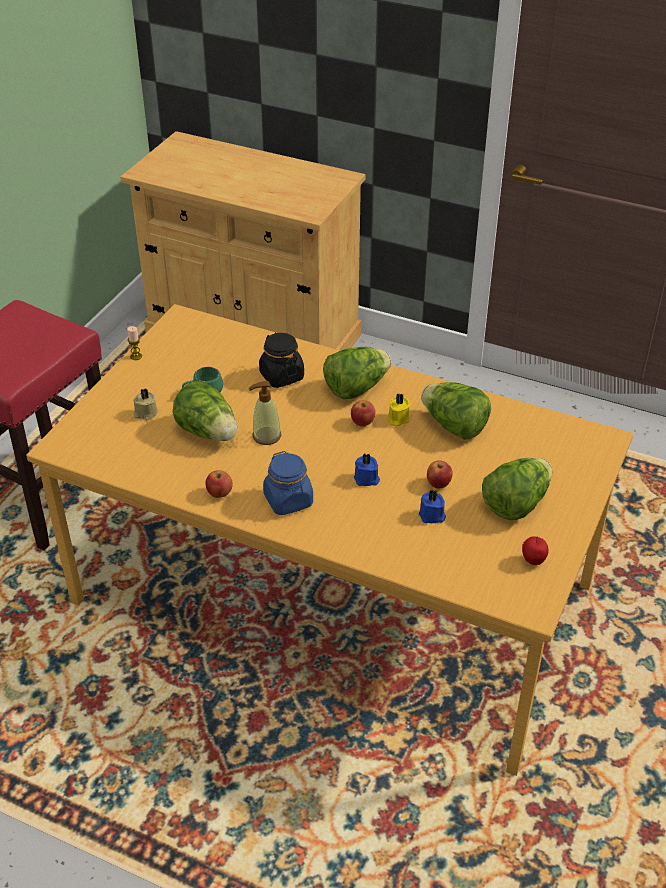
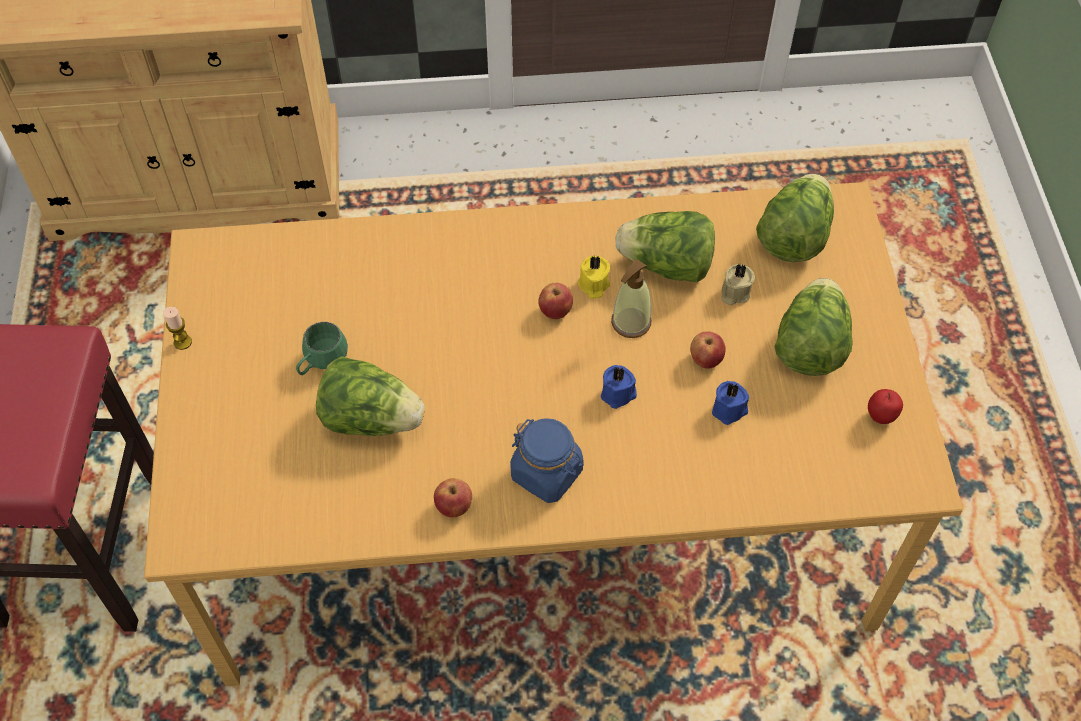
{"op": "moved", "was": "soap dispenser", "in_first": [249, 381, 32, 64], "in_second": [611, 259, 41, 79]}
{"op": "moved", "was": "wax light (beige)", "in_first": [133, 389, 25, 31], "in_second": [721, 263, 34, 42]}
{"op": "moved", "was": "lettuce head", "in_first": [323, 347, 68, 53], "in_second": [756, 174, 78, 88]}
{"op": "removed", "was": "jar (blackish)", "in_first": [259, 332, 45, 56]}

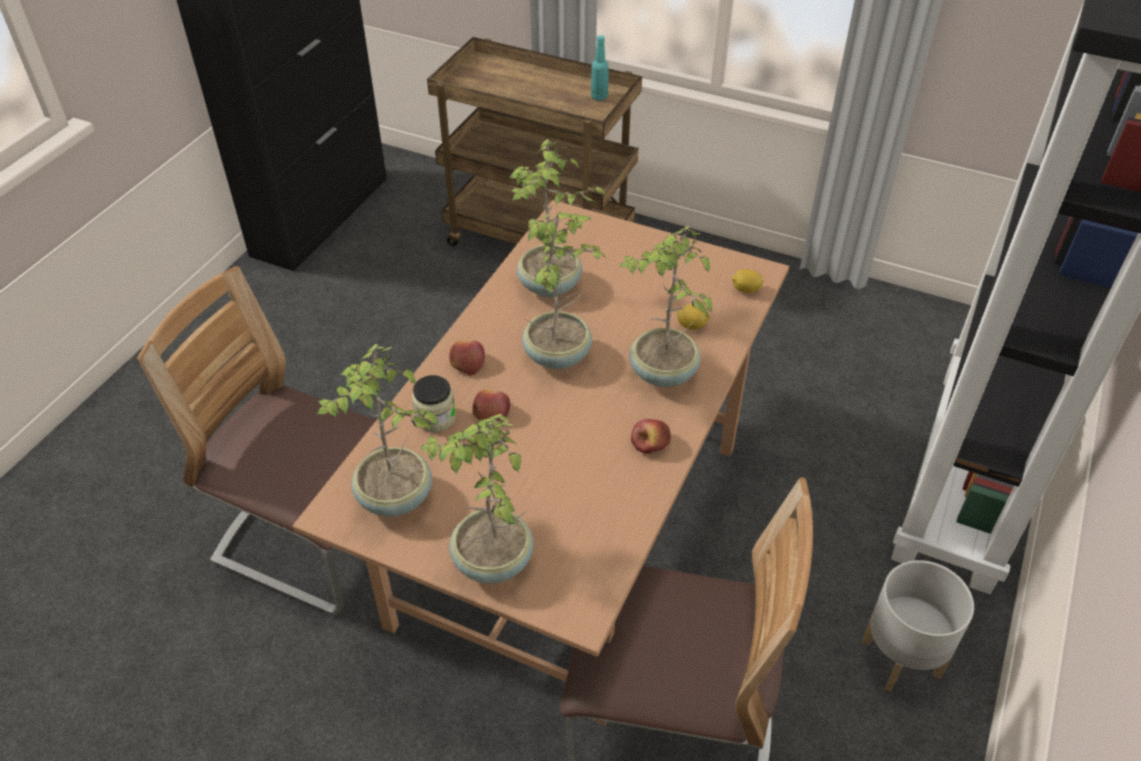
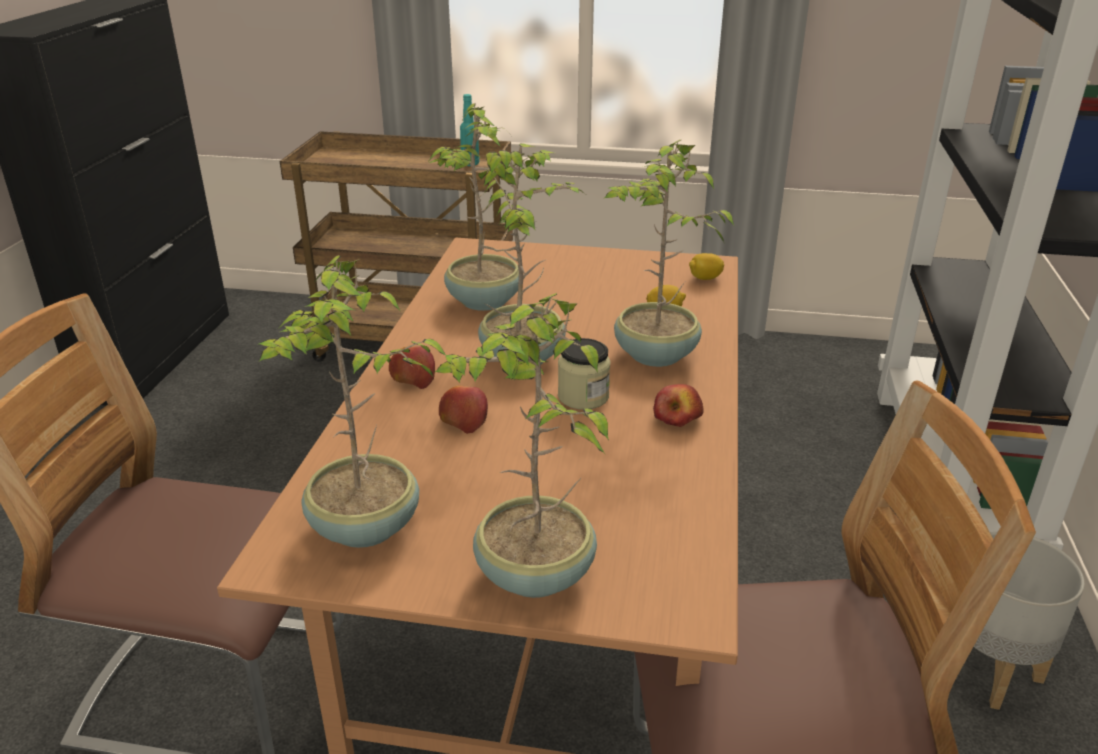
{"op": "moved", "was": "jar", "in_first": [412, 375, 44, 57], "in_second": [558, 338, 53, 72]}

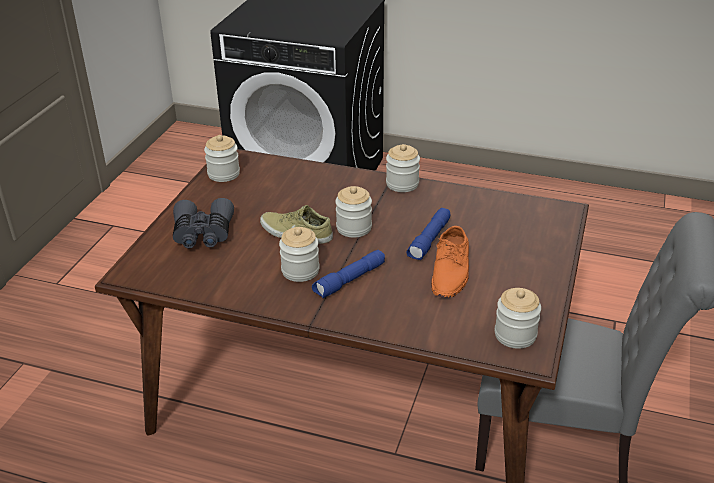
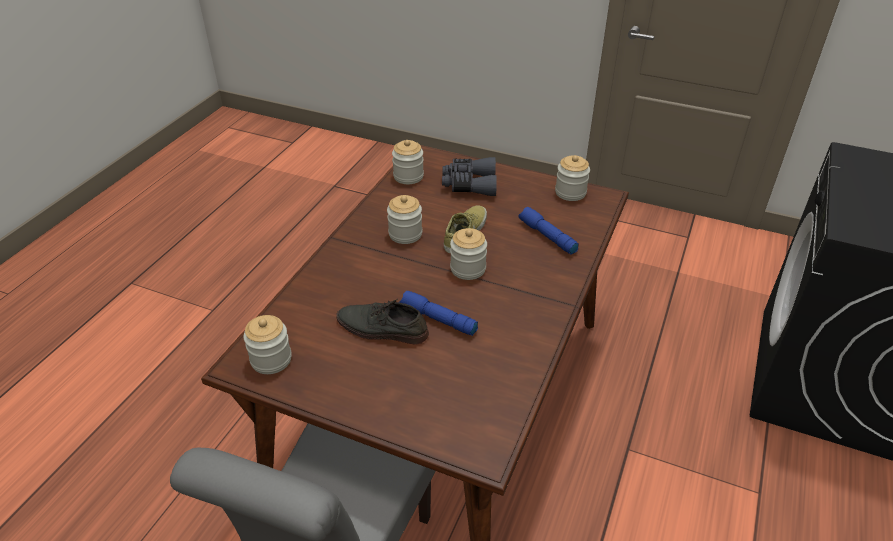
{"op": "recoloured", "was": "item of footwear (orangey)", "now": "item of footwear (grey)", "in_first": [431, 226, 38, 72], "in_second": [337, 299, 92, 45]}
{"op": "moved", "was": "jar", "in_first": [386, 144, 34, 48], "in_second": [392, 140, 32, 44]}
{"op": "moved", "was": "torch (blue-coloured)", "in_first": [312, 250, 73, 48], "in_second": [519, 207, 60, 48]}

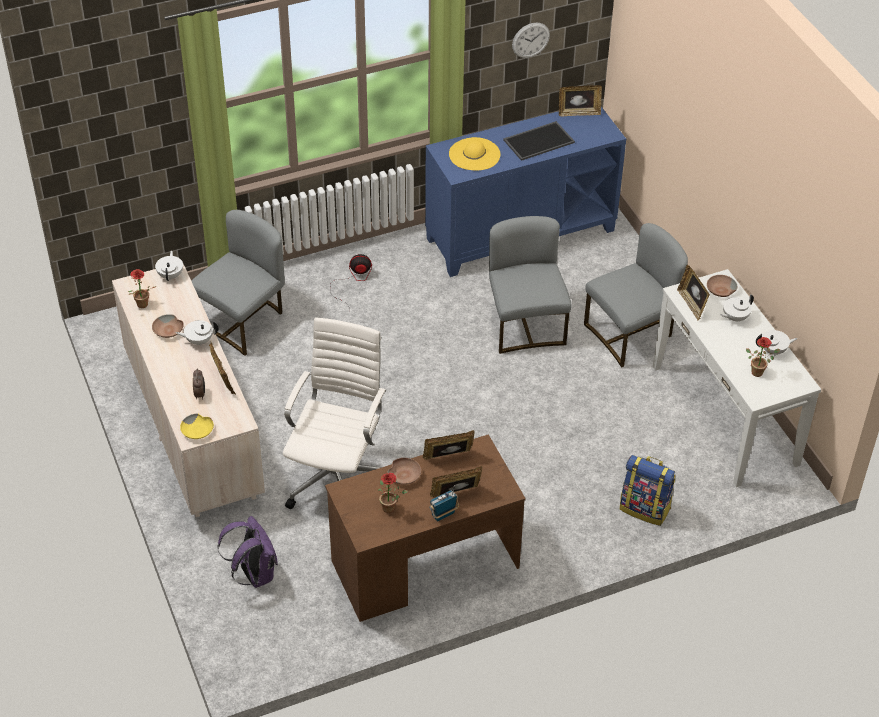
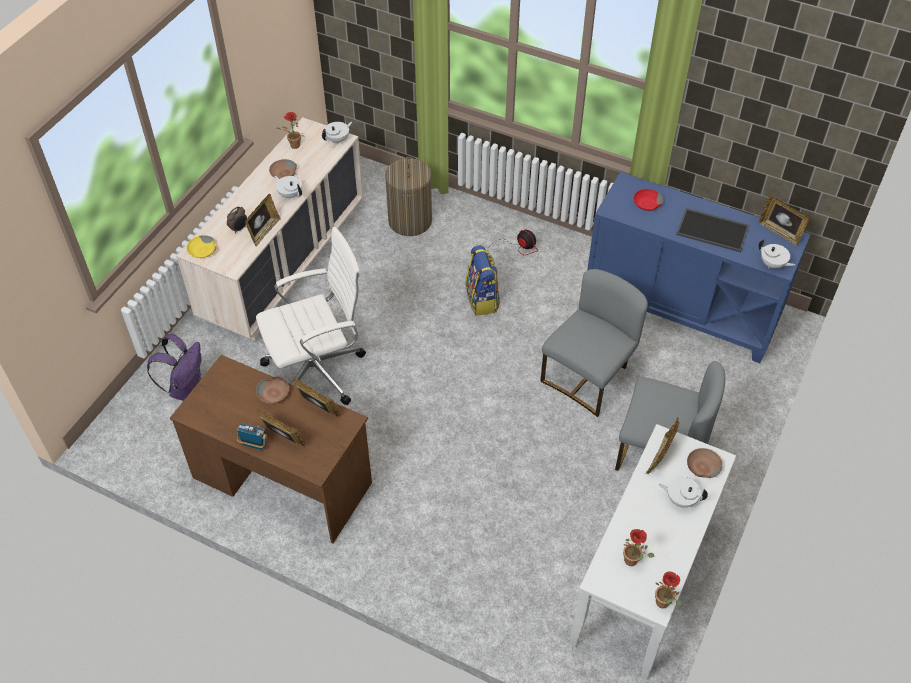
{"op": "replaced", "was": "chair (grey)", "now": "laundry basket", "in_first": [191, 210, 94, 146], "in_second": [385, 157, 47, 79]}
{"op": "moved", "was": "rucksack", "in_first": [620, 455, 56, 71], "in_second": [465, 245, 35, 71]}
{"op": "replaced", "was": "hat (yellow)", "now": "serving bowl (red)", "in_first": [449, 137, 52, 33], "in_second": [633, 189, 30, 22]}
{"op": "moved", "was": "houseplant", "in_first": [378, 473, 30, 40], "in_second": [655, 572, 27, 36]}
{"op": "moved", "was": "pot for tea (whitish)", "in_first": [756, 330, 42, 26], "in_second": [759, 239, 36, 30]}
{"op": "removed", "was": "clock on the wall", "in_first": [512, 22, 38, 36]}

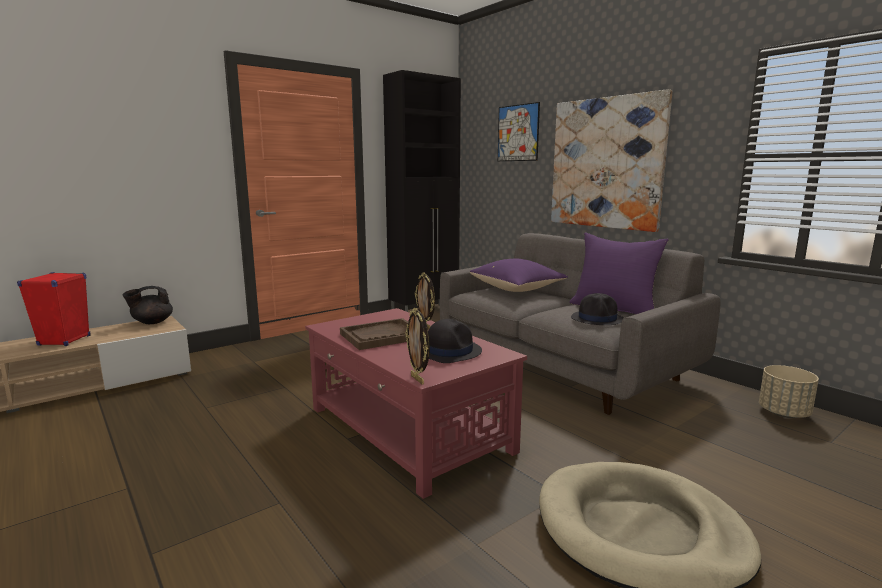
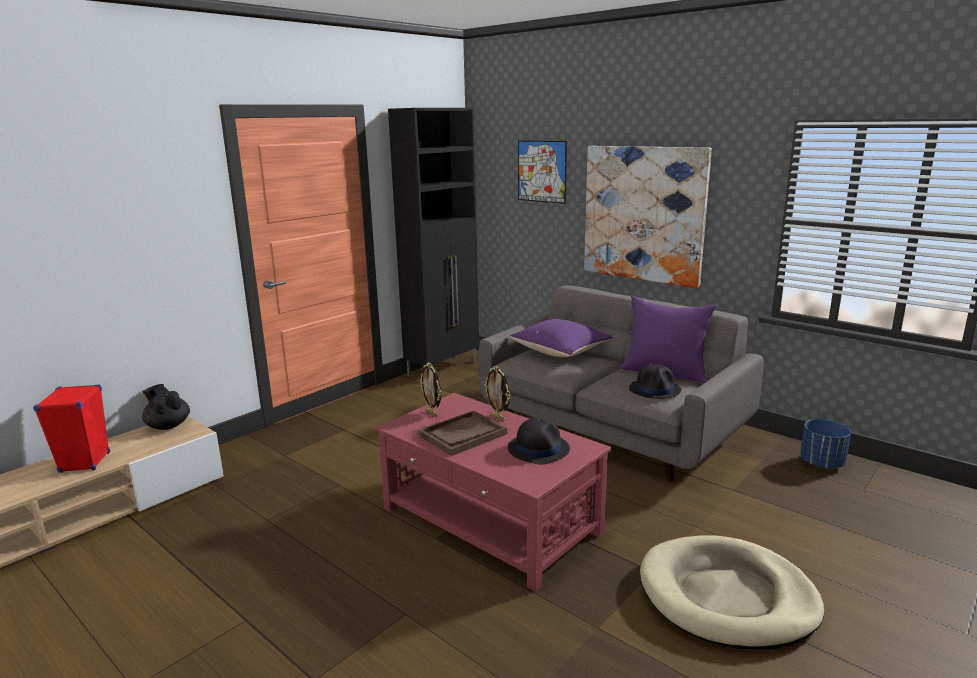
{"op": "turned", "was": "pot for tea (blackish)", "in_first": [123, 286, 50, 38], "in_second": [142, 384, 48, 46], "clockwise": 90}
{"op": "moved", "was": "photo frame", "in_first": [405, 308, 25, 77], "in_second": [420, 363, 22, 54]}
{"op": "recoloured", "was": "planter (beige)", "now": "planter (blue-coloured)", "in_first": [759, 365, 60, 53], "in_second": [800, 419, 51, 49]}

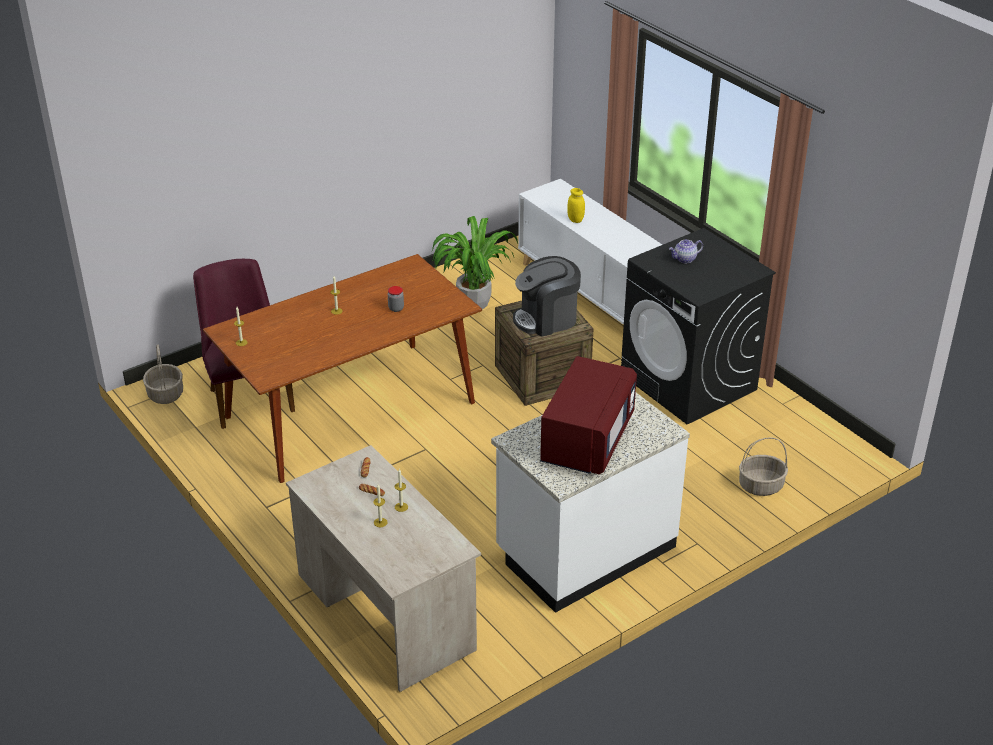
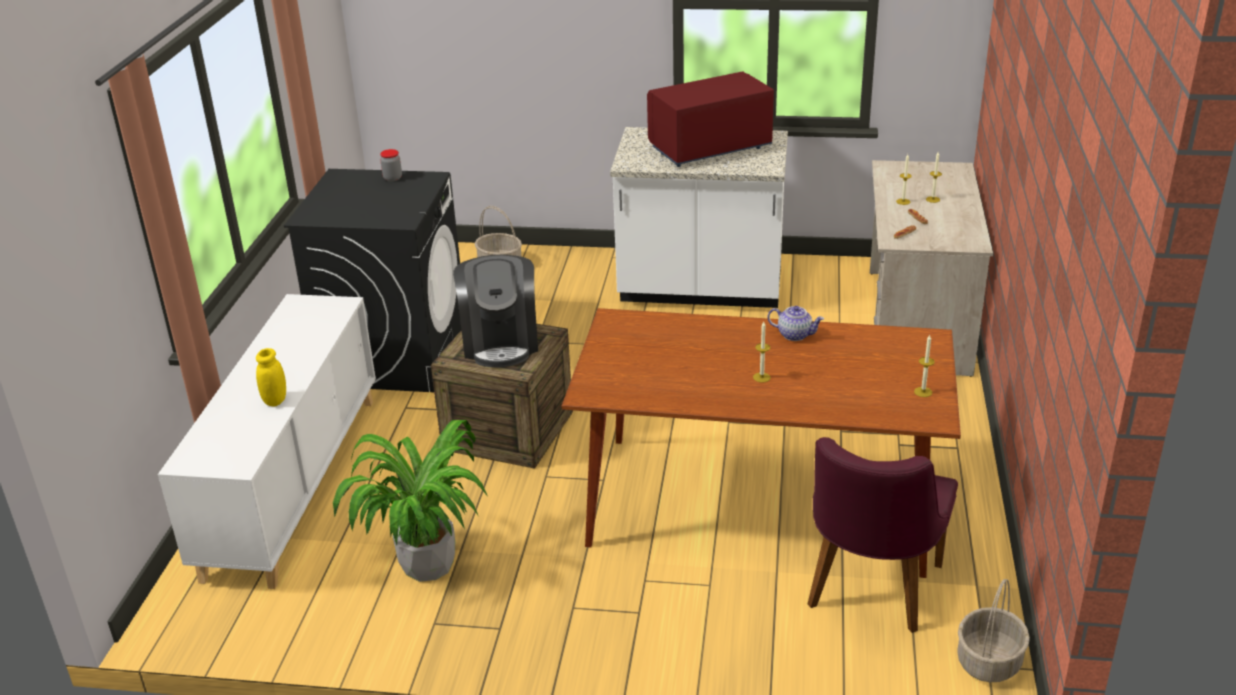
{"op": "moved", "was": "jar", "in_first": [388, 286, 16, 26], "in_second": [380, 149, 22, 33]}
{"op": "turned", "was": "coffee maker", "in_first": [513, 256, 68, 81], "in_second": [453, 255, 85, 112], "clockwise": 60}
{"op": "moved", "was": "pot for tea", "in_first": [669, 239, 34, 24], "in_second": [767, 306, 57, 35]}

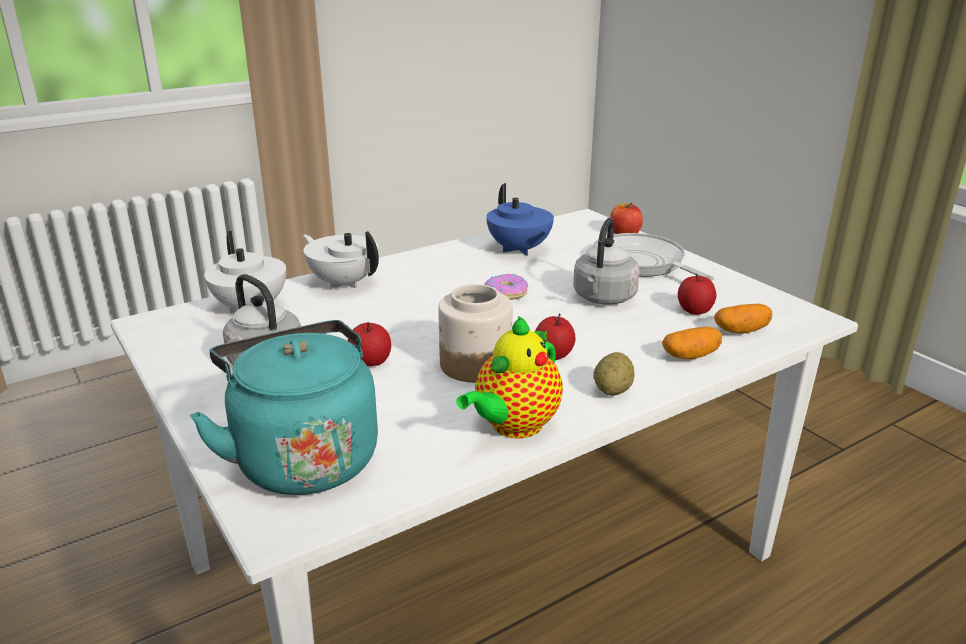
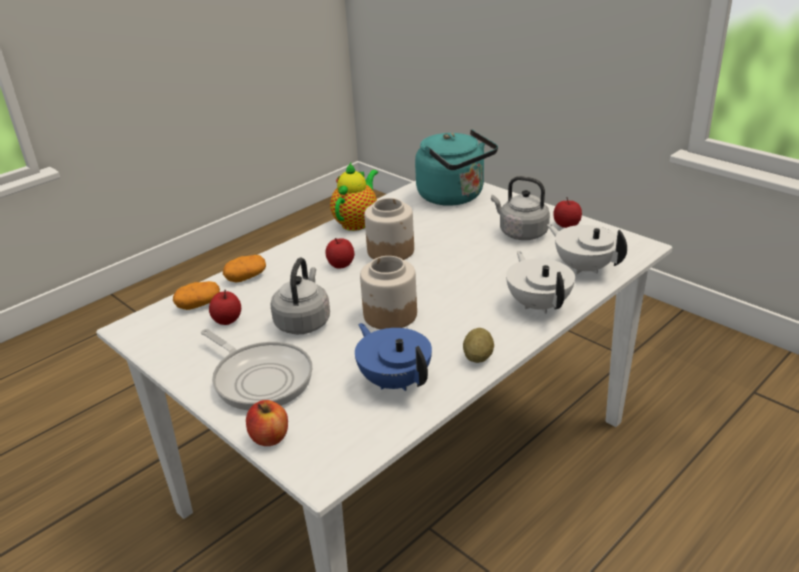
{"op": "replaced", "was": "ring doughnut", "now": "jar", "in_first": [484, 274, 44, 26], "in_second": [360, 256, 57, 73]}
{"op": "moved", "was": "potato", "in_first": [594, 352, 41, 44], "in_second": [463, 328, 31, 35]}
{"op": "turned", "was": "pot for tea (whitish)", "in_first": [303, 231, 76, 58], "in_second": [506, 251, 69, 63], "clockwise": -135}
{"op": "moved", "was": "apple fruit", "in_first": [348, 322, 43, 44], "in_second": [553, 197, 29, 31]}

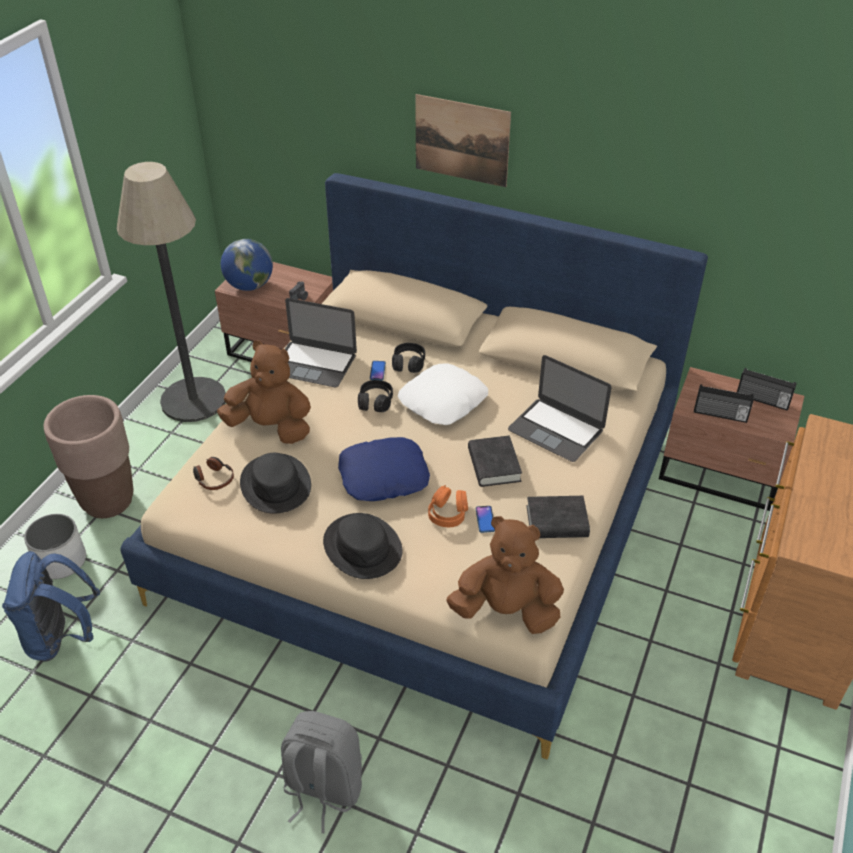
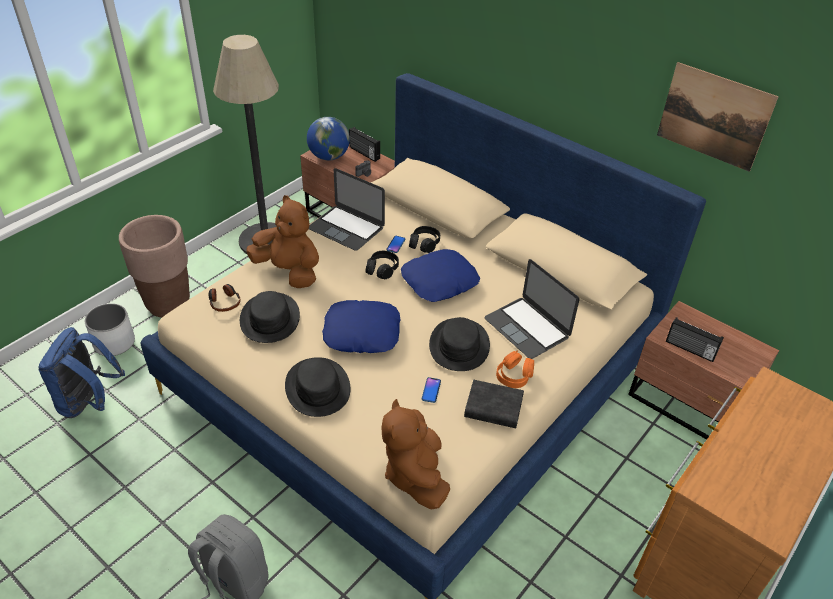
{"op": "moved", "was": "radio receiver", "in_first": [737, 368, 60, 43], "in_second": [349, 127, 31, 35]}
{"op": "turned", "was": "cuddly toy (brown-coloured)", "in_first": [446, 516, 118, 118], "in_second": [382, 399, 68, 110], "clockwise": -120}
{"op": "recoloured", "was": "pillow (whitish)", "now": "pillow (blue-coloured)", "in_first": [398, 363, 90, 62], "in_second": [401, 249, 79, 53]}
{"op": "replaced", "was": "bound book (blackish)", "now": "hat (blackish)", "in_first": [468, 436, 54, 51], "in_second": [429, 317, 61, 54]}
{"op": "moved", "was": "headphones (orangey)", "in_first": [428, 485, 40, 42], "in_second": [496, 351, 38, 37]}
{"op": "moved", "was": "wall picture", "in_first": [415, 94, 96, 93], "in_second": [657, 62, 122, 110]}

